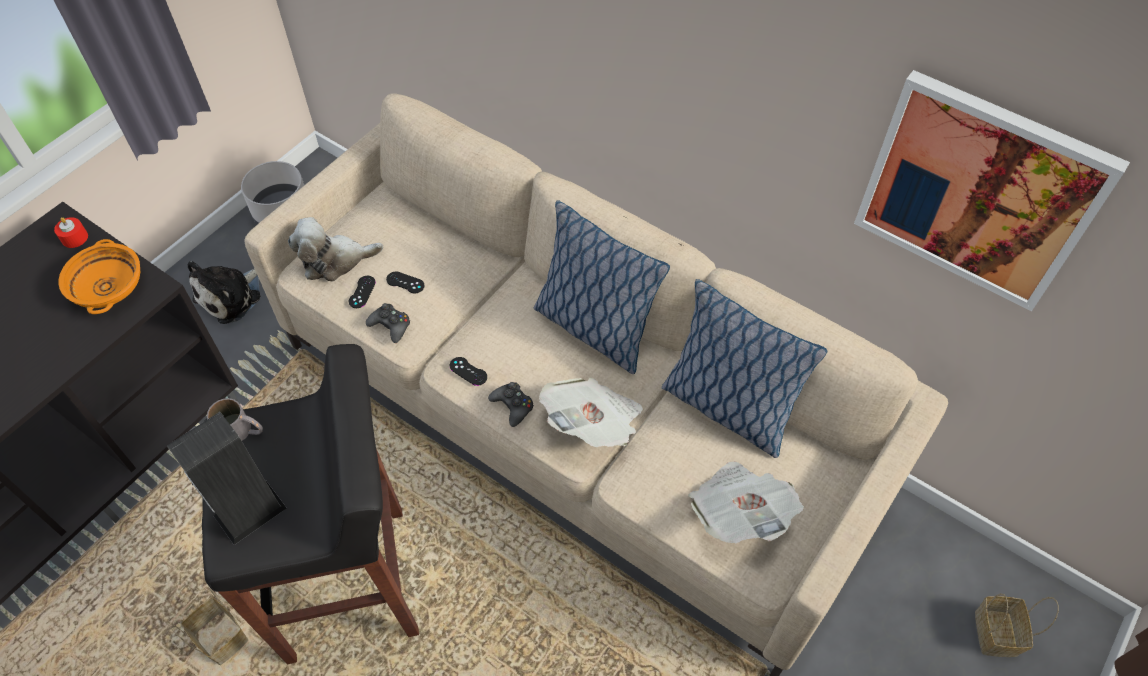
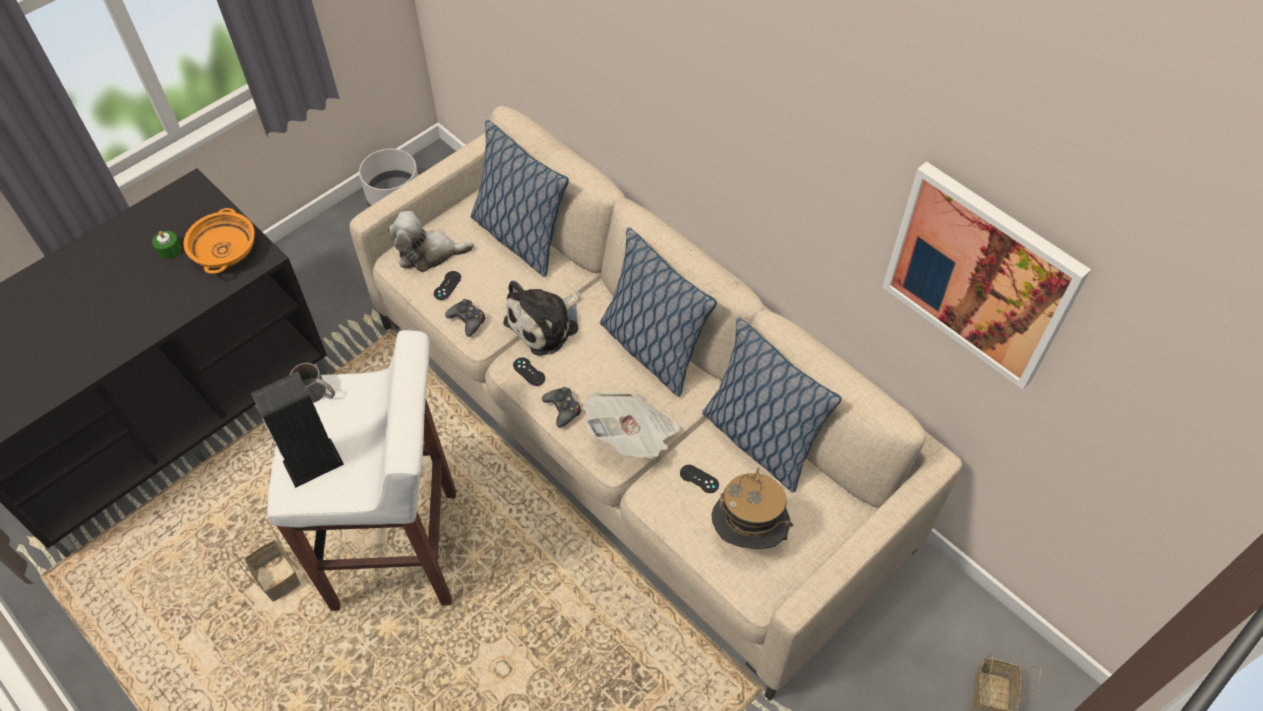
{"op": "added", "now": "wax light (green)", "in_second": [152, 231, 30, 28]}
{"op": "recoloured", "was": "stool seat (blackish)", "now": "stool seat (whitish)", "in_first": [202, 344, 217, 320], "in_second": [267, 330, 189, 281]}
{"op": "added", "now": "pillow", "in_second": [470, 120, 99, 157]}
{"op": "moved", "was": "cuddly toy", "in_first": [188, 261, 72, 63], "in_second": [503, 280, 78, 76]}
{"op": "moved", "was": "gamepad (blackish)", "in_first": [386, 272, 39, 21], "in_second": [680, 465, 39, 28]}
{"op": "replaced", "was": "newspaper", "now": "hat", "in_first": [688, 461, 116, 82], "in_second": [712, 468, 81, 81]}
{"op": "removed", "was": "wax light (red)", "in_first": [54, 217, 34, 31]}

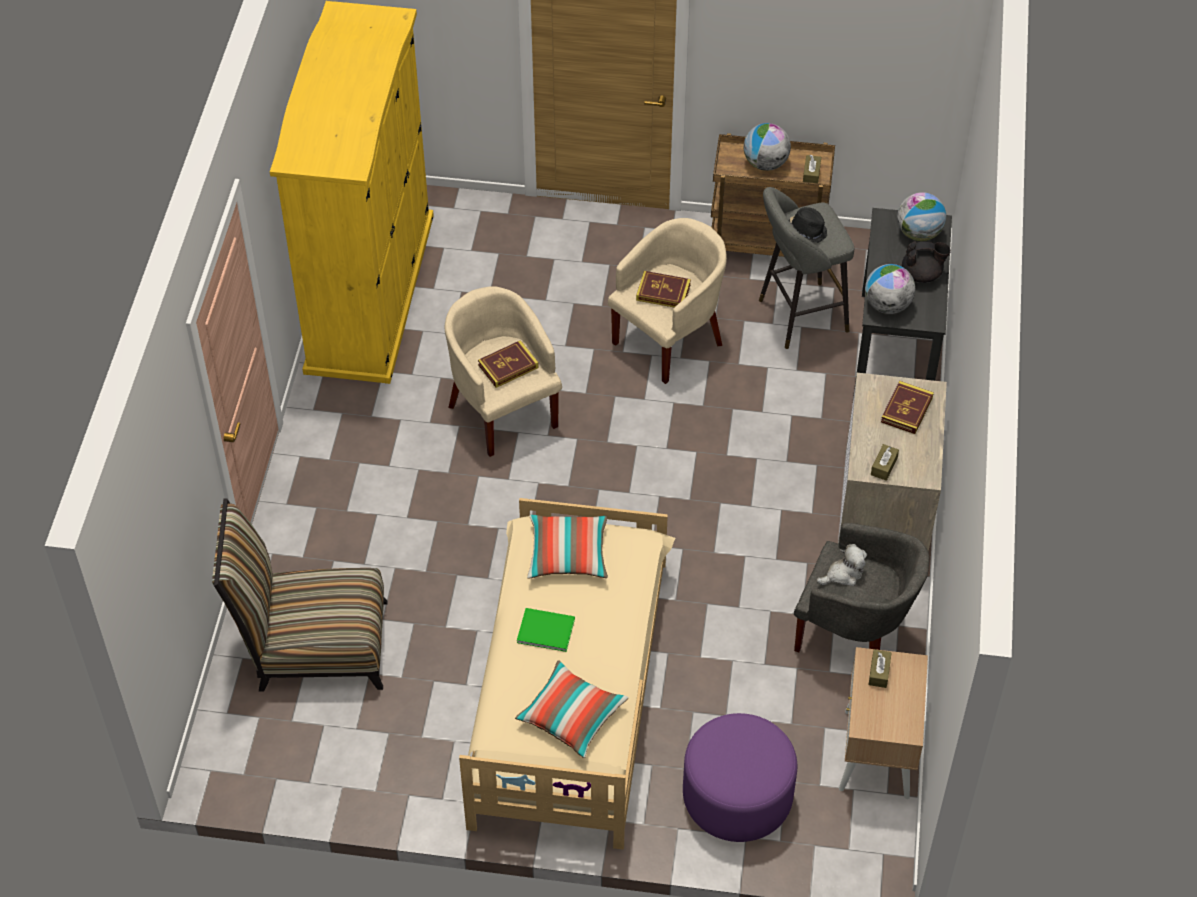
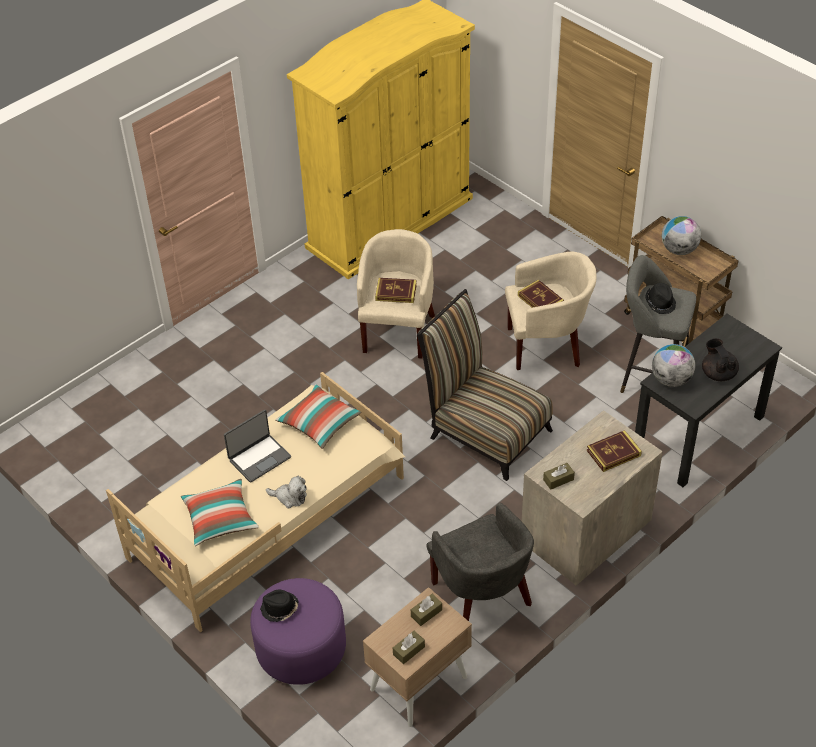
{"op": "replaced", "was": "bound book (green)", "now": "laptop", "in_first": [517, 608, 58, 44], "in_second": [224, 410, 67, 73]}
{"op": "added", "now": "hat (blackish)", "in_second": [260, 590, 39, 32]}
{"op": "moved", "was": "cuddly toy", "in_first": [816, 544, 51, 42], "in_second": [266, 476, 41, 32]}
{"op": "moved", "was": "tissue box (brown-coloured)", "in_first": [803, 155, 18, 28], "in_second": [393, 631, 32, 33]}
{"op": "moved", "was": "chair", "in_first": [212, 498, 176, 194], "in_second": [417, 289, 136, 192]}
{"op": "turned", "was": "pot for tea (blackish)", "in_first": [902, 241, 49, 42], "in_second": [702, 338, 37, 43], "clockwise": -150}
{"op": "removed", "was": "world globe", "in_first": [897, 192, 49, 49]}

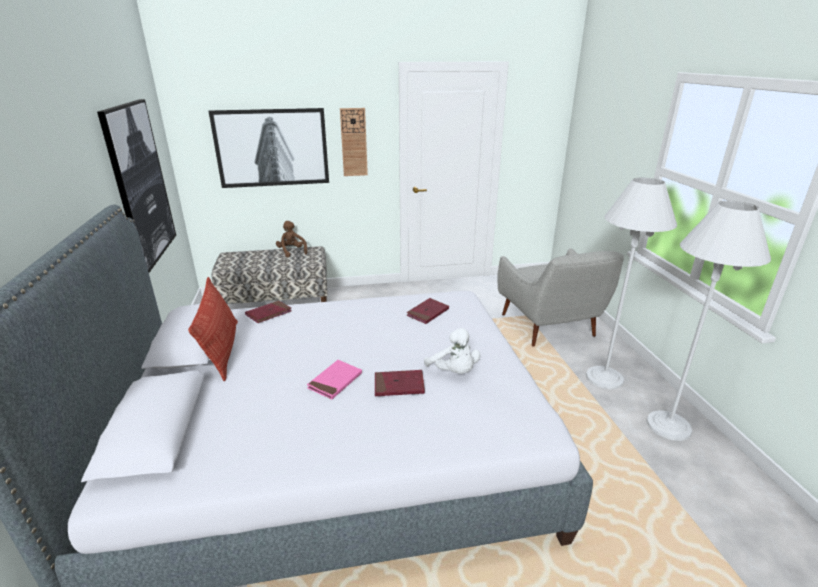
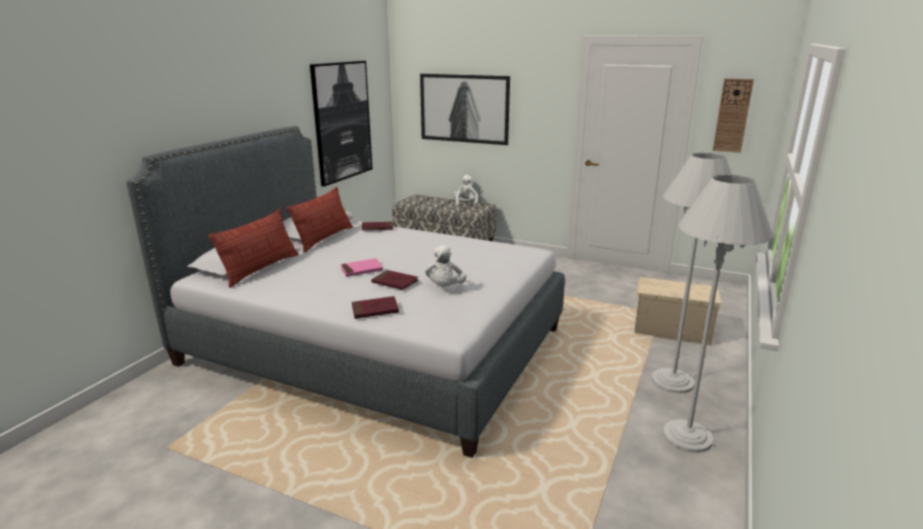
{"op": "added", "now": "pillow", "in_second": [209, 209, 89, 79]}
{"op": "moved", "was": "bound book (red)", "in_first": [407, 298, 42, 26], "in_second": [352, 296, 47, 23]}
{"op": "recoloured", "was": "cuddly toy (brown-coloured)", "now": "cuddly toy (whitish)", "in_first": [276, 221, 31, 36], "in_second": [453, 175, 25, 33]}
{"op": "replaced", "was": "easy chair (grey)", "now": "storage box (beige)", "in_first": [497, 248, 127, 99], "in_second": [634, 277, 88, 68]}
{"op": "moved", "was": "clock on the wall", "in_first": [340, 108, 28, 68], "in_second": [713, 78, 41, 75]}

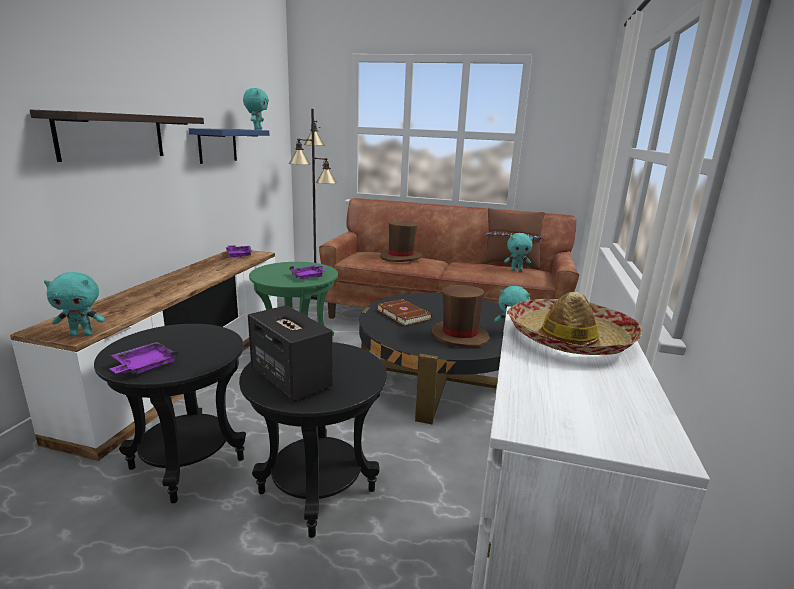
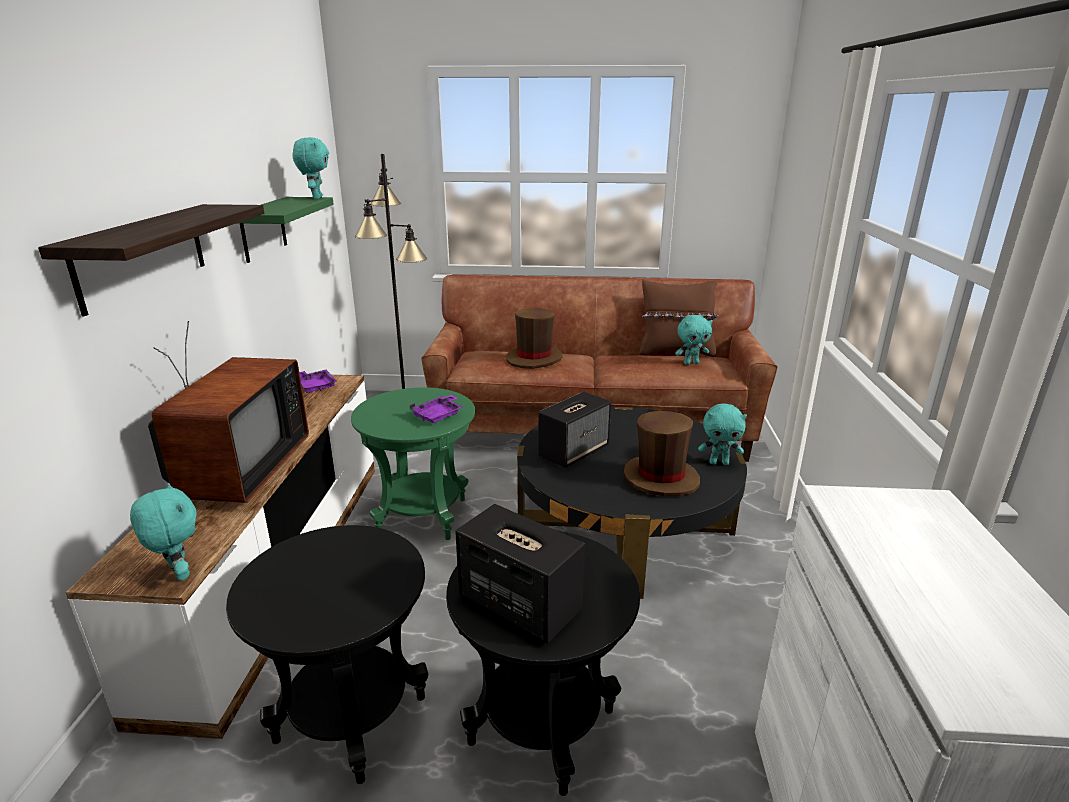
{"op": "turned", "was": "cuddly toy (blue-green)", "in_first": [44, 272, 61, 65], "in_second": [130, 483, 67, 98], "clockwise": -105}
{"op": "added", "now": "TV set", "in_second": [148, 321, 161, 182]}
{"op": "recoloured", "was": "shelf (blue-coloured)", "now": "shelf (green)", "in_first": [189, 128, 80, 36], "in_second": [239, 197, 95, 66]}
{"op": "replaced", "was": "bound book (brown-coloured)", "now": "audio speaker", "in_first": [377, 299, 55, 27], "in_second": [538, 392, 73, 76]}
{"op": "removed", "was": "tray (purple-coloured)", "in_first": [109, 342, 70, 32]}
{"op": "removed", "was": "hat", "in_first": [507, 292, 135, 63]}

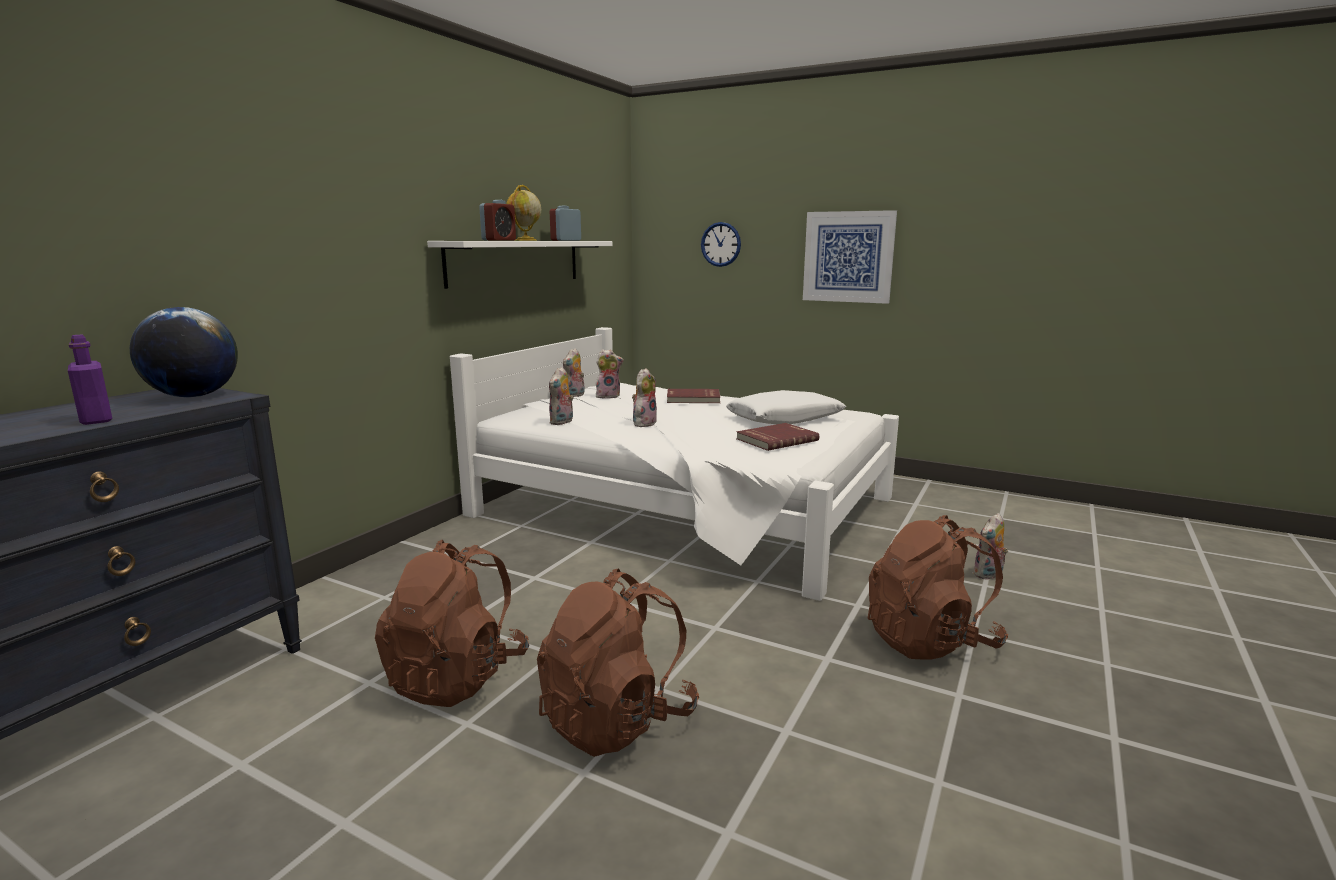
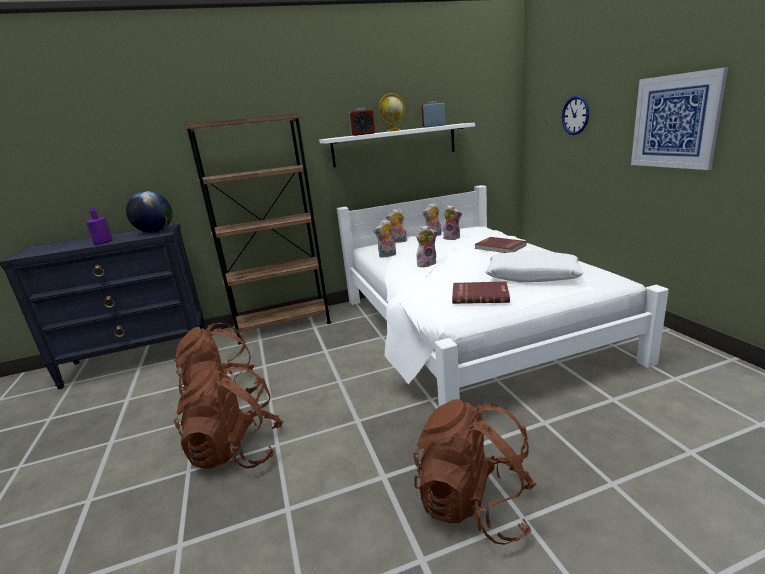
{"op": "added", "now": "bookshelf (brown-coloured)", "in_second": [184, 113, 148, 232]}
{"op": "moved", "was": "cuddly toy", "in_first": [973, 513, 35, 67], "in_second": [385, 209, 22, 34]}

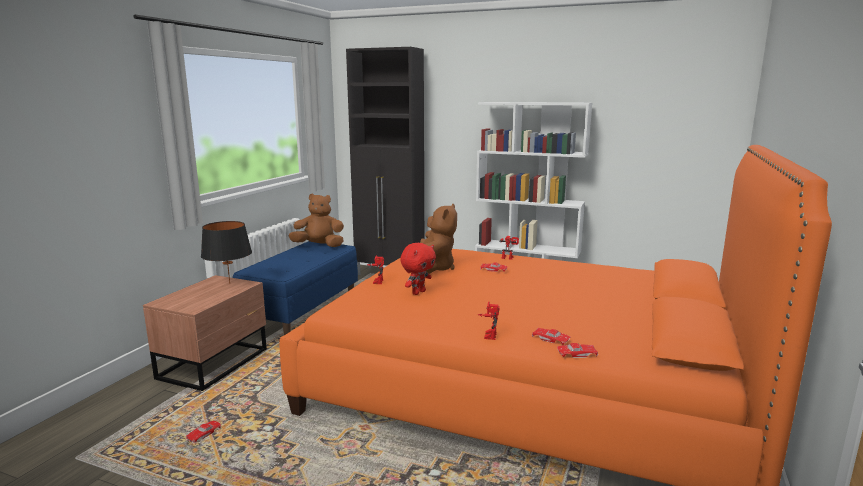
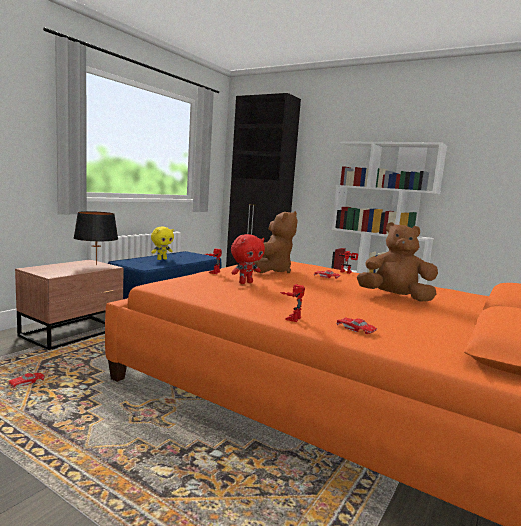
{"op": "added", "now": "cuddly toy (yellow)", "in_second": [151, 227, 23, 33]}
{"op": "moved", "was": "cuddly toy (brown-coloured)", "in_first": [289, 194, 55, 53], "in_second": [357, 222, 81, 80]}
{"op": "removed", "was": "toy car (red)", "in_first": [557, 343, 41, 15]}

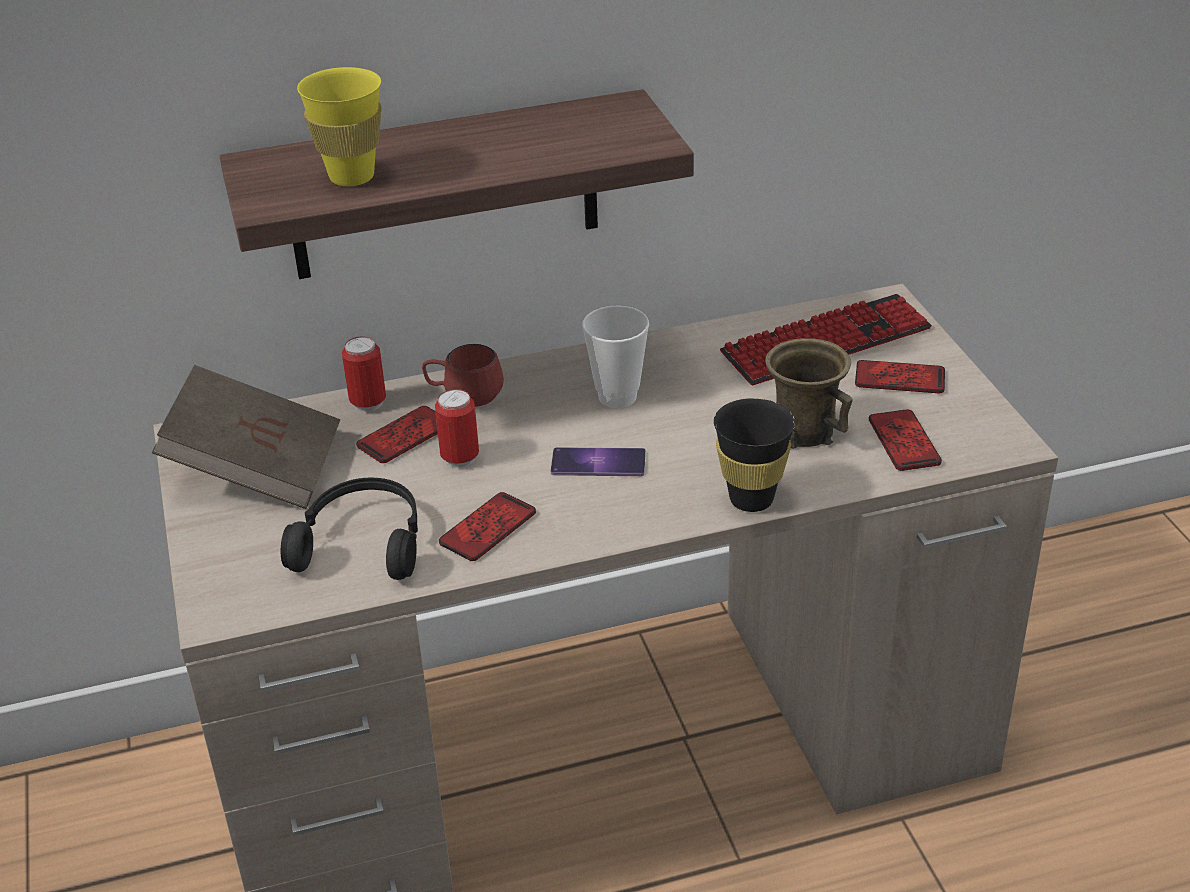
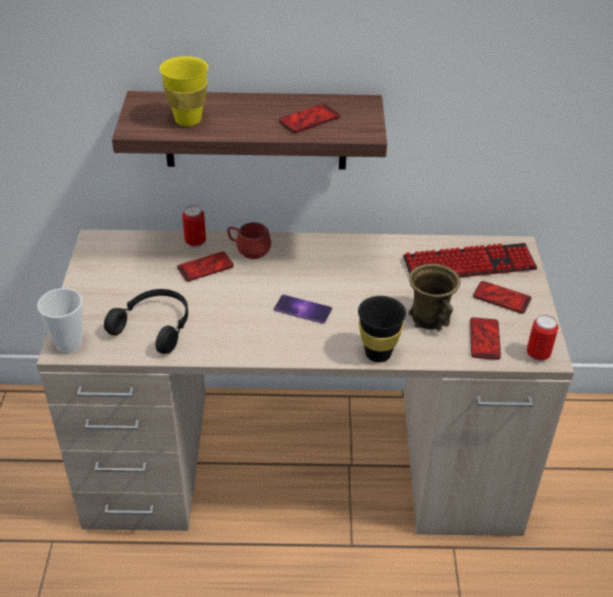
{"op": "moved", "was": "cup", "in_first": [582, 306, 67, 102], "in_second": [37, 288, 46, 65]}
{"op": "moved", "was": "telephone", "in_first": [439, 492, 97, 69], "in_second": [279, 104, 61, 29]}
{"op": "moved", "was": "can", "in_first": [435, 389, 44, 79], "in_second": [527, 315, 31, 47]}
{"op": "removed", "was": "bound book (brown-coloured)", "in_first": [152, 365, 188, 144]}

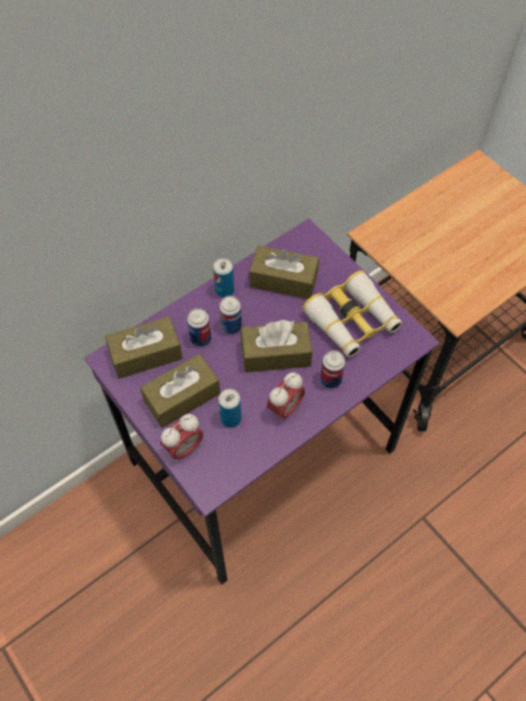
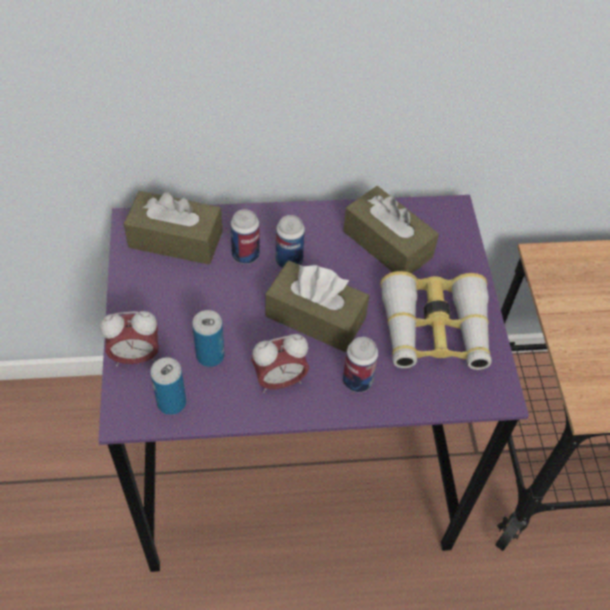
{"op": "moved", "was": "can", "in_first": [213, 258, 21, 40], "in_second": [150, 357, 36, 58]}
{"op": "removed", "was": "tissue box (brown-coloured)", "in_first": [140, 354, 80, 74]}

